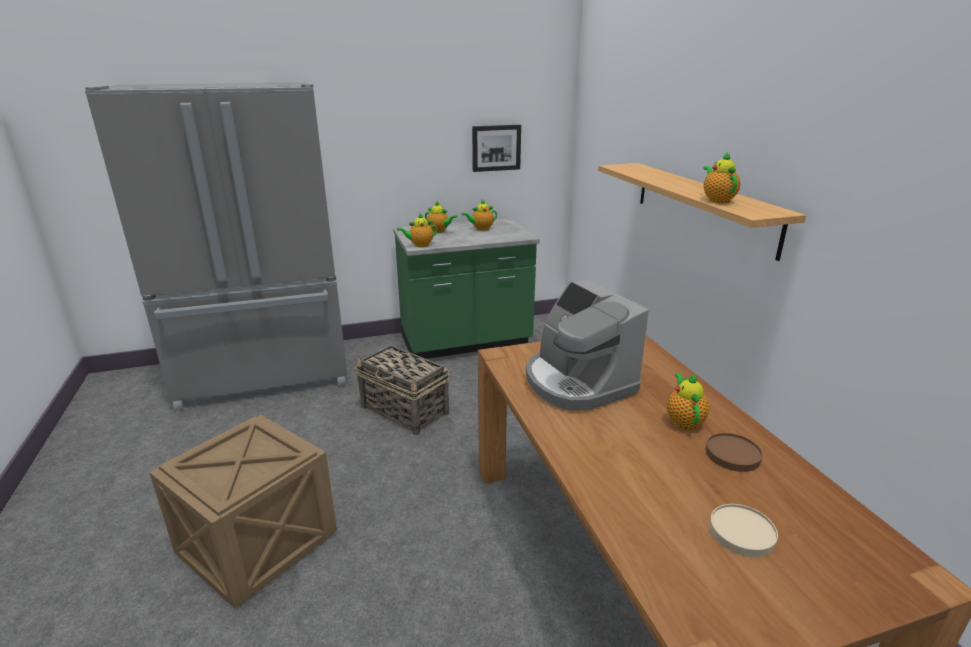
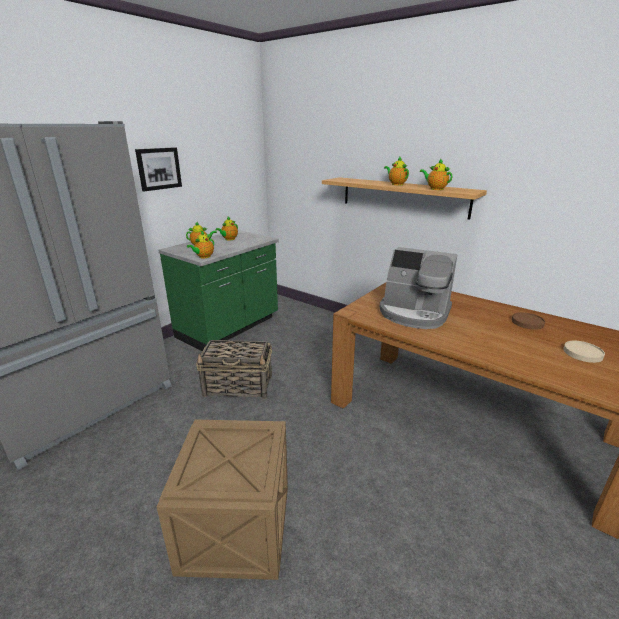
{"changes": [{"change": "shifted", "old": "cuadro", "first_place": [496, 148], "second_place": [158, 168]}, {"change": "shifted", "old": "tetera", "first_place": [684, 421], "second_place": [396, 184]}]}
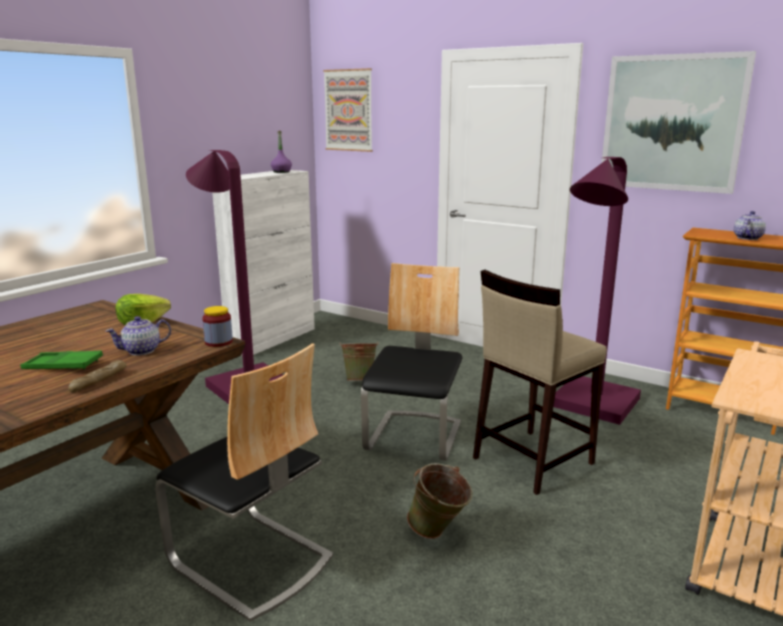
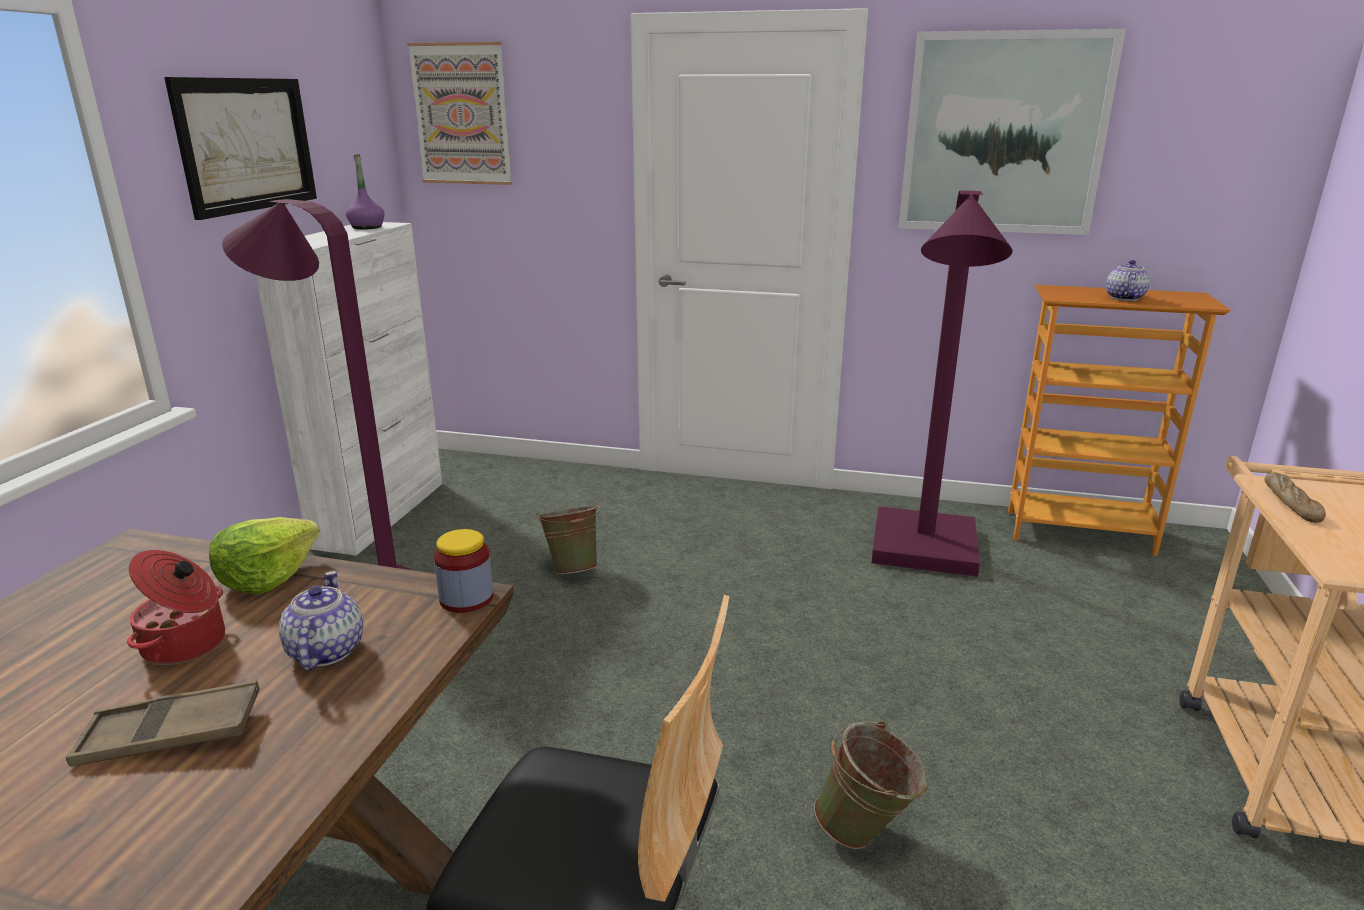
{"changes": [{"change": "repainted", "old": "bandeja [verde]", "new": "bandeja [marrón]", "first_place": [63, 366], "second_place": [171, 734]}, {"change": "new", "new": "olla", "second_place": [186, 645]}, {"change": "new", "new": "cuadro", "second_place": [246, 144]}, {"change": "rotated", "old": "tetera", "first_place": [142, 351], "second_place": [325, 652], "degrees": 135}, {"change": "shifted", "old": "pan", "first_place": [99, 381], "second_place": [1291, 504]}, {"change": "gone", "old": "silla", "first_place": [415, 437]}, {"change": "gone", "old": "taburete [beis]", "first_place": [531, 460]}]}
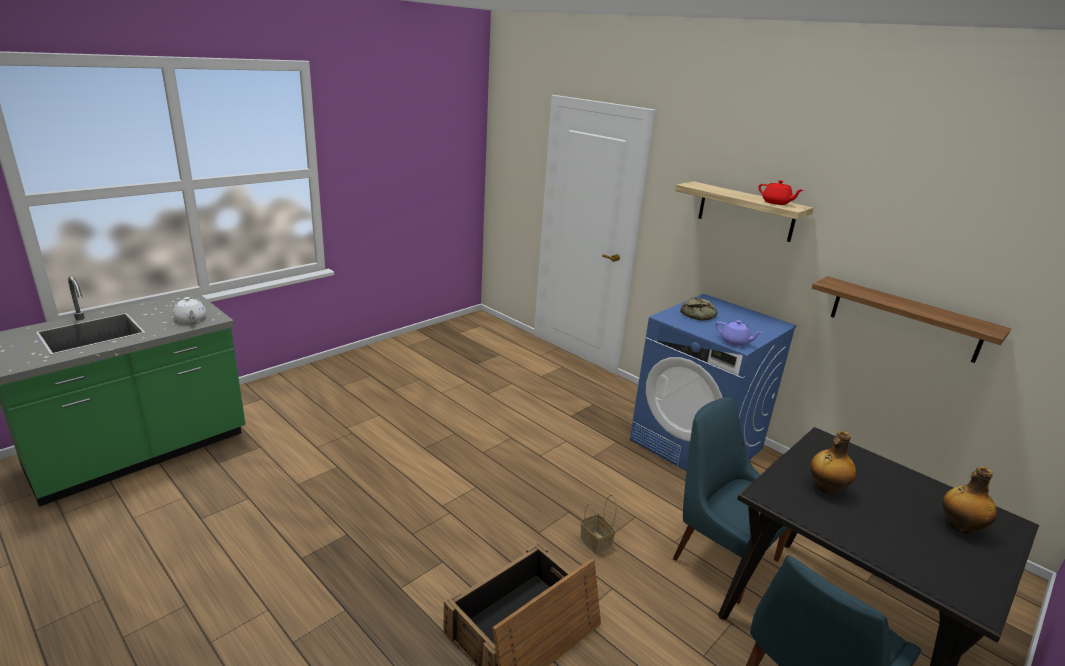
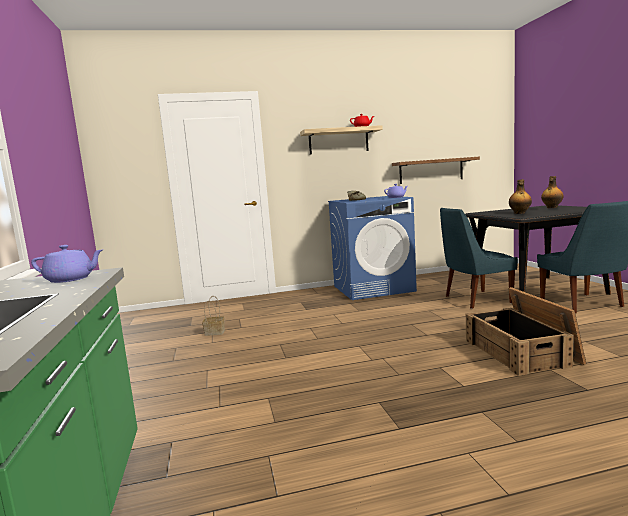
{"changes": [{"change": "repainted", "old": "tetera [blanco]", "new": "tetera [morado]", "first_place": [190, 319], "second_place": [71, 279]}, {"change": "shifted", "old": "cesta", "first_place": [596, 542], "second_place": [215, 332]}]}
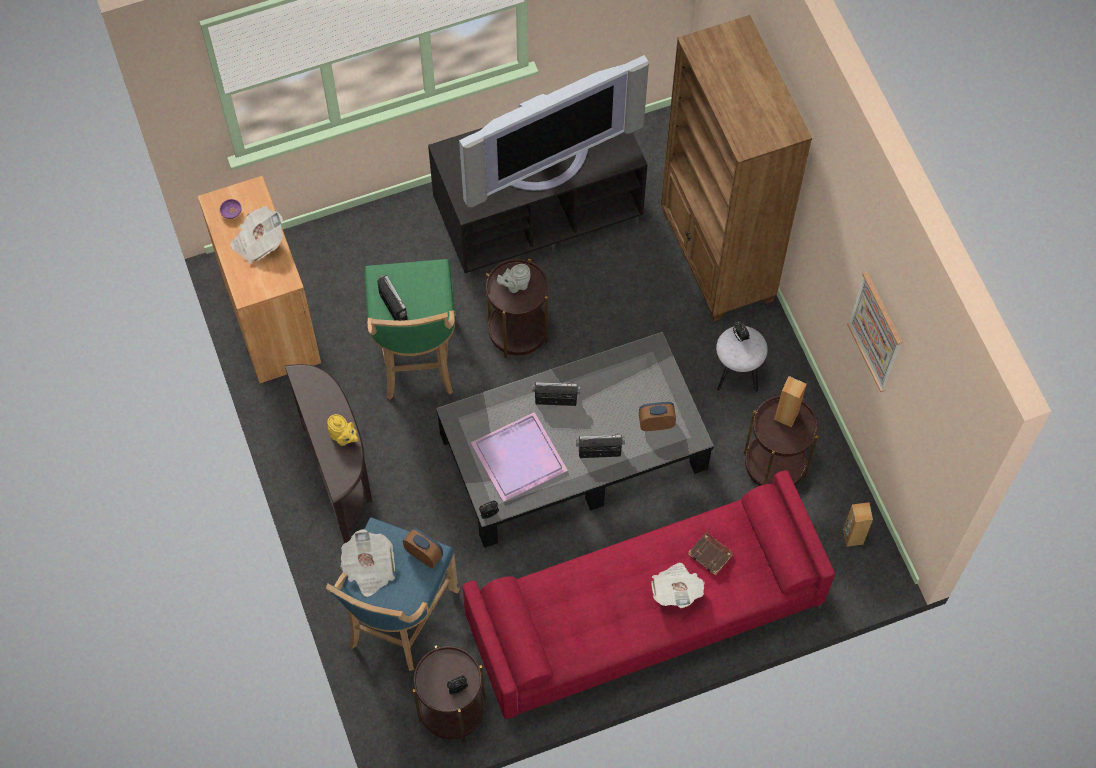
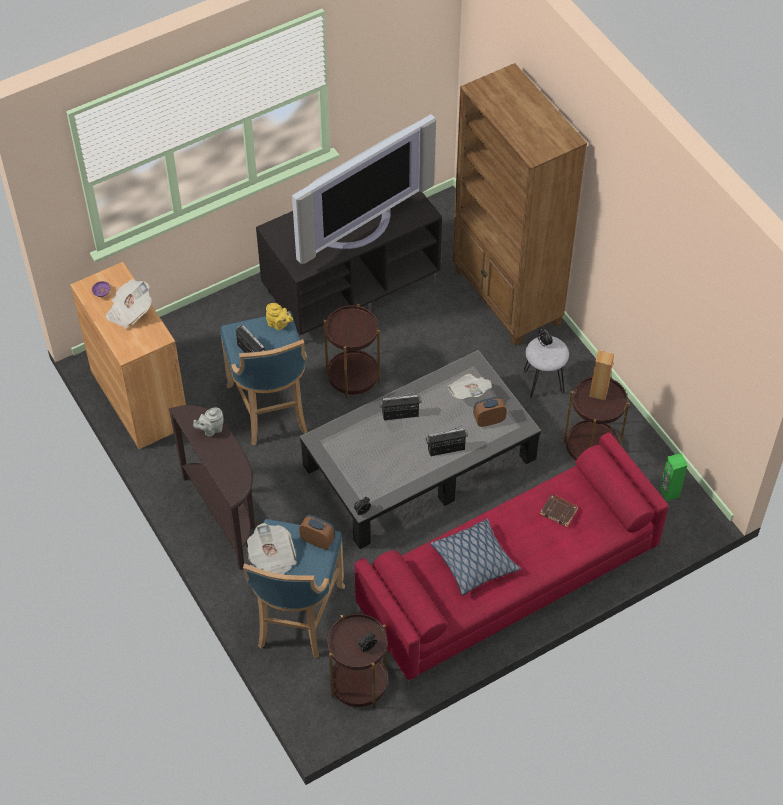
{"changes": [{"change": "shifted", "old": "tetera [gris]", "first_place": [515, 285], "second_place": [211, 429]}, {"change": "repainted", "old": "taburete [verde]", "new": "taburete [azul]", "first_place": [416, 359], "second_place": [271, 410]}, {"change": "shifted", "old": "tetera [amarillo]", "first_place": [343, 437], "second_place": [279, 324]}, {"change": "new", "new": "cojín", "second_place": [475, 561]}, {"change": "shifted", "old": "periódico", "first_place": [676, 590], "second_place": [469, 393]}, {"change": "repainted", "old": "altavoz [marrón]", "new": "altavoz [verde]", "first_place": [852, 537], "second_place": [669, 492]}, {"change": "gone", "old": "bandeja [morado]", "first_place": [521, 458]}, {"change": "gone", "old": "cuadro", "first_place": [876, 332]}]}
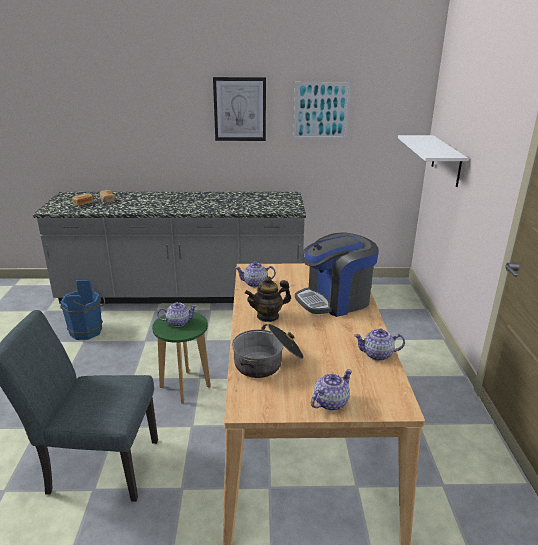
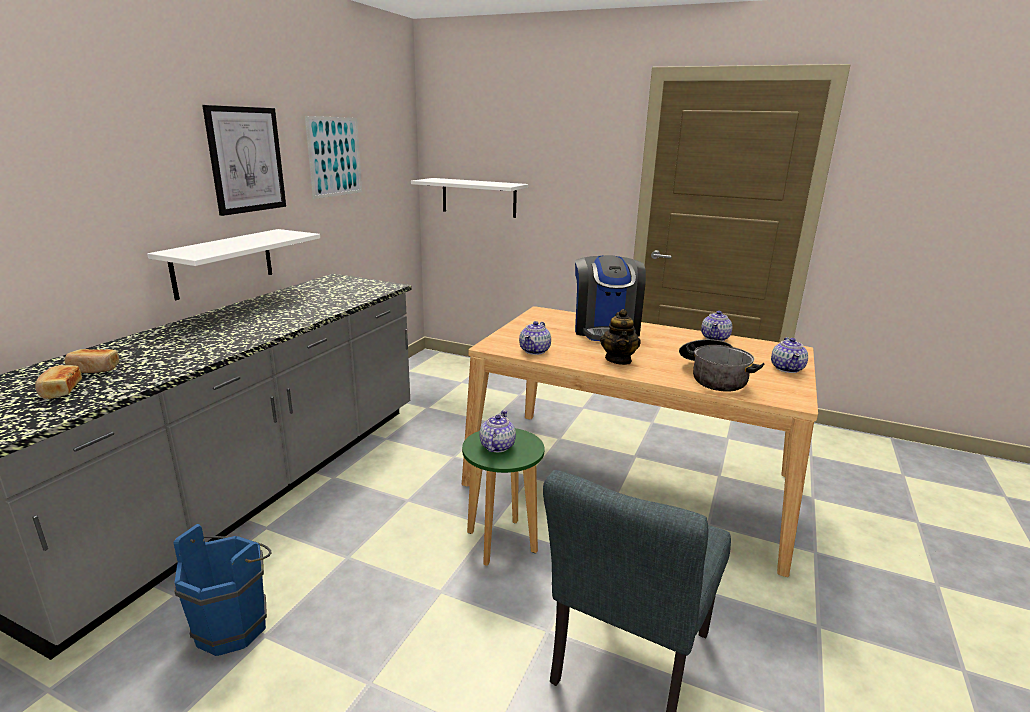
{"changes": [{"change": "new", "new": "estante [blanco]", "second_place": [223, 263]}, {"change": "rotated", "old": "tetera", "first_place": [330, 402], "second_place": [787, 368], "degrees": -150}]}
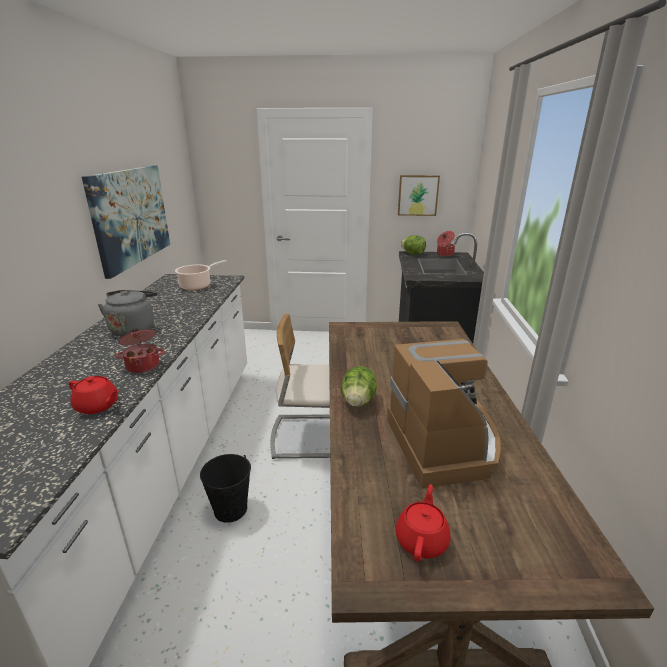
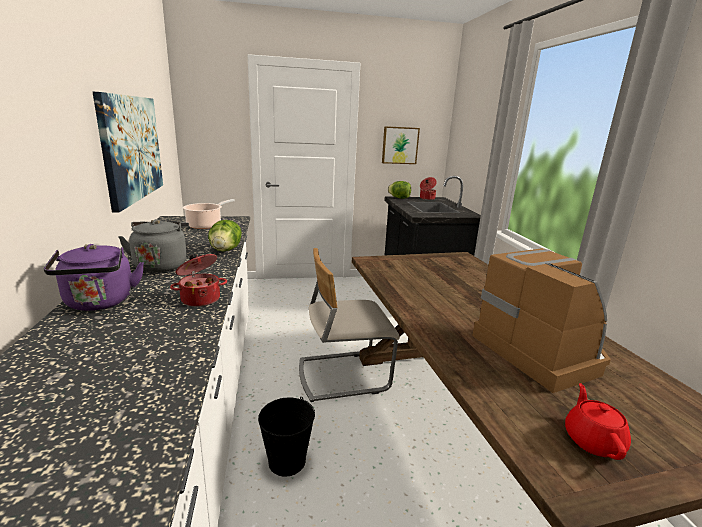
{"changes": [{"change": "new", "new": "hervidor [morado]", "second_place": [100, 303]}, {"change": "shifted", "old": "lechuga", "first_place": [358, 401], "second_place": [225, 250]}, {"change": "gone", "old": "tetera [rojo]", "first_place": [97, 406]}]}
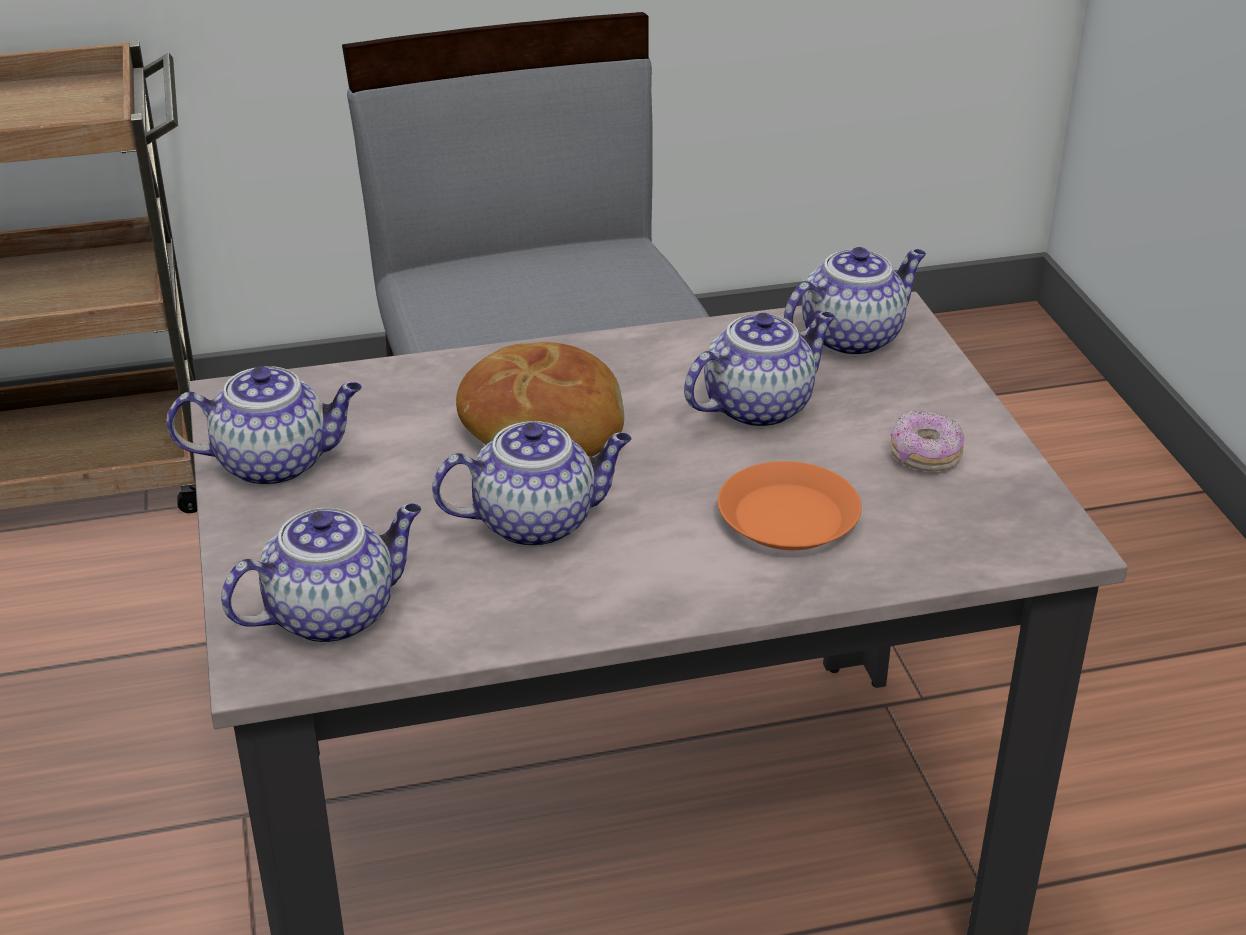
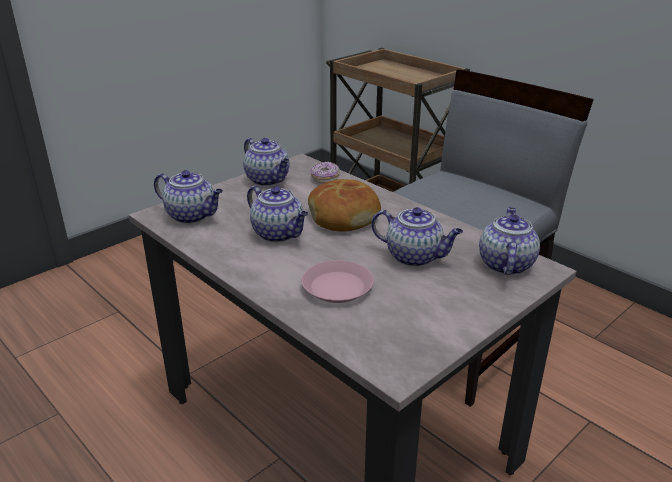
{"changes": [{"change": "repainted", "old": "plato [naranja]", "new": "plato [rosa]", "first_place": [787, 517], "second_place": [337, 287]}, {"change": "shifted", "old": "rosquilla", "first_place": [924, 456], "second_place": [325, 179]}, {"change": "rotated", "old": "tetera", "first_place": [852, 337], "second_place": [505, 264], "degrees": -105}]}
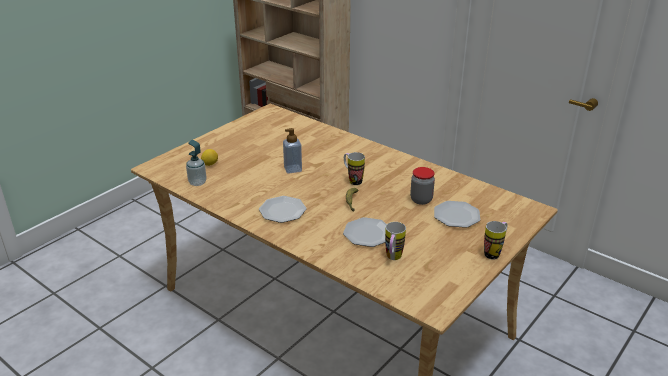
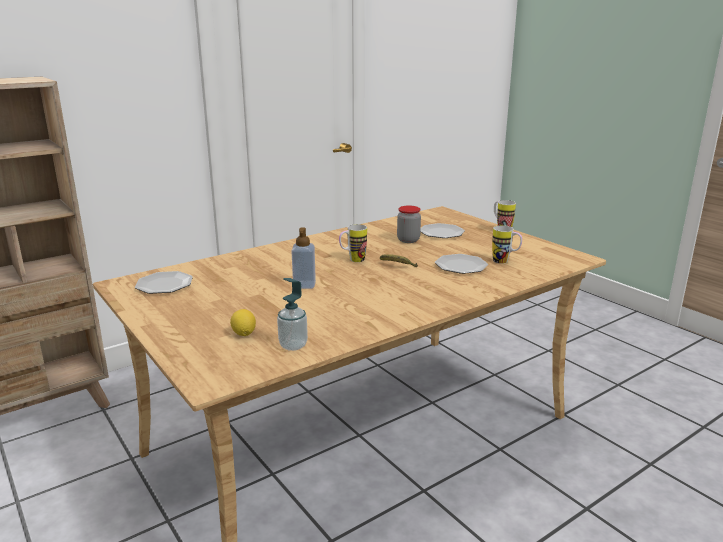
{"changes": [{"change": "shifted", "old": "plato", "first_place": [282, 210], "second_place": [164, 285]}]}
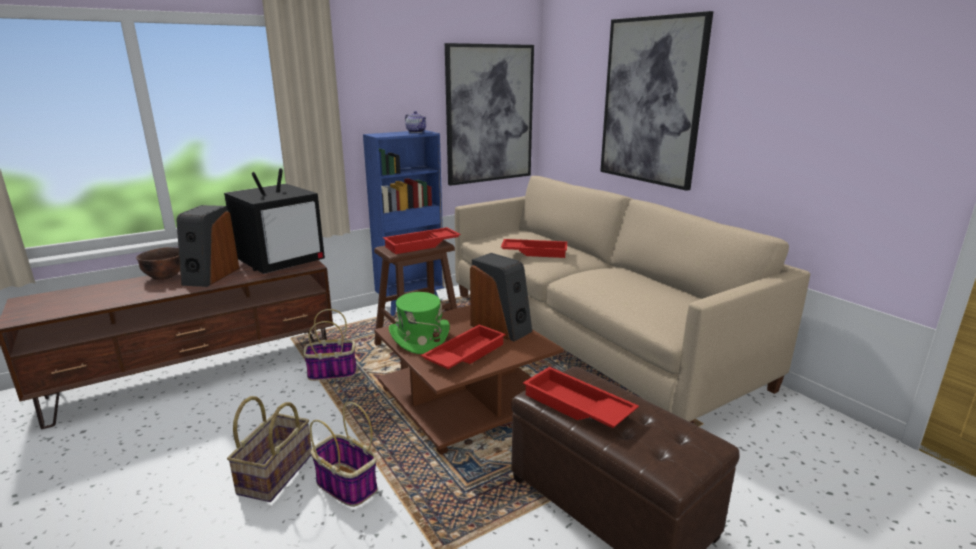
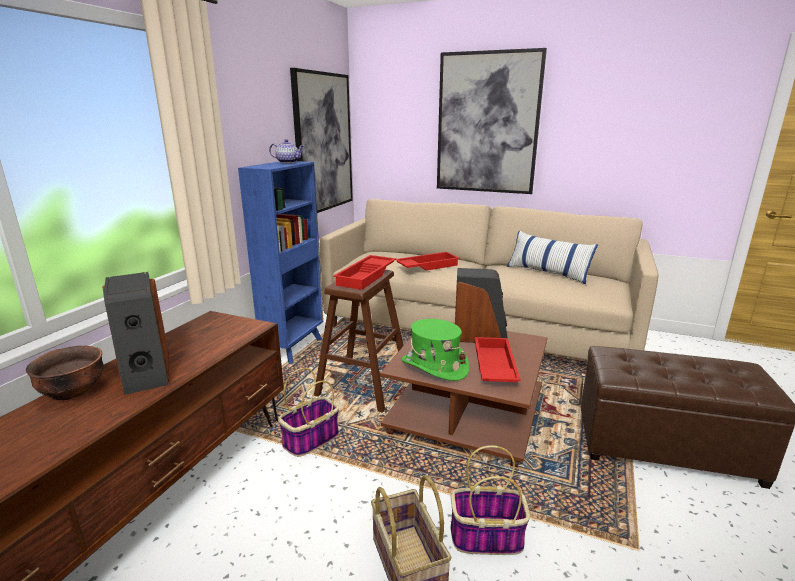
{"changes": [{"change": "new", "new": "cojín", "second_place": [547, 272]}, {"change": "gone", "old": "televisor", "first_place": [281, 263]}, {"change": "gone", "old": "bandeja [rojo]", "first_place": [576, 406]}]}
